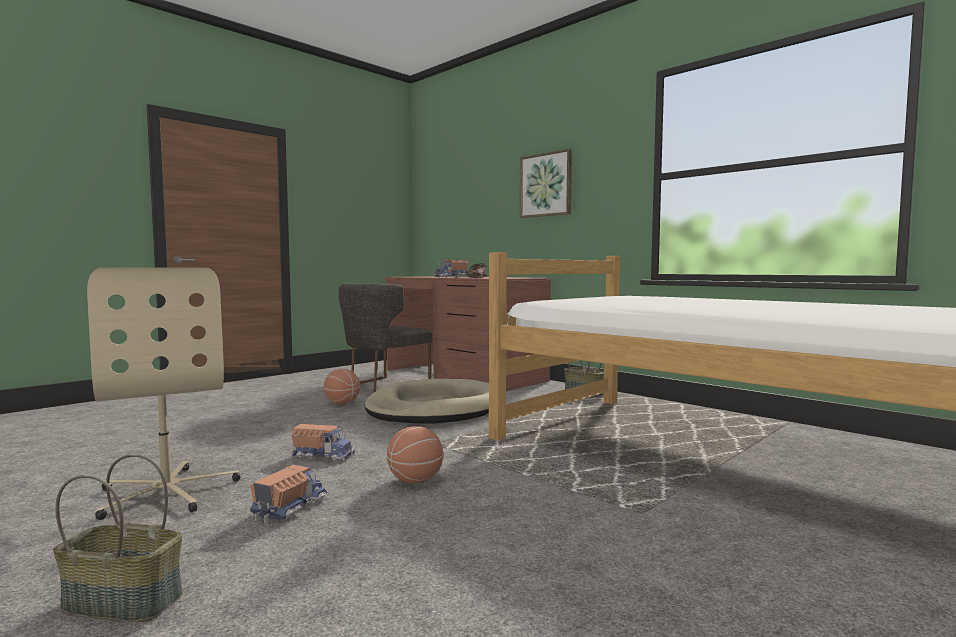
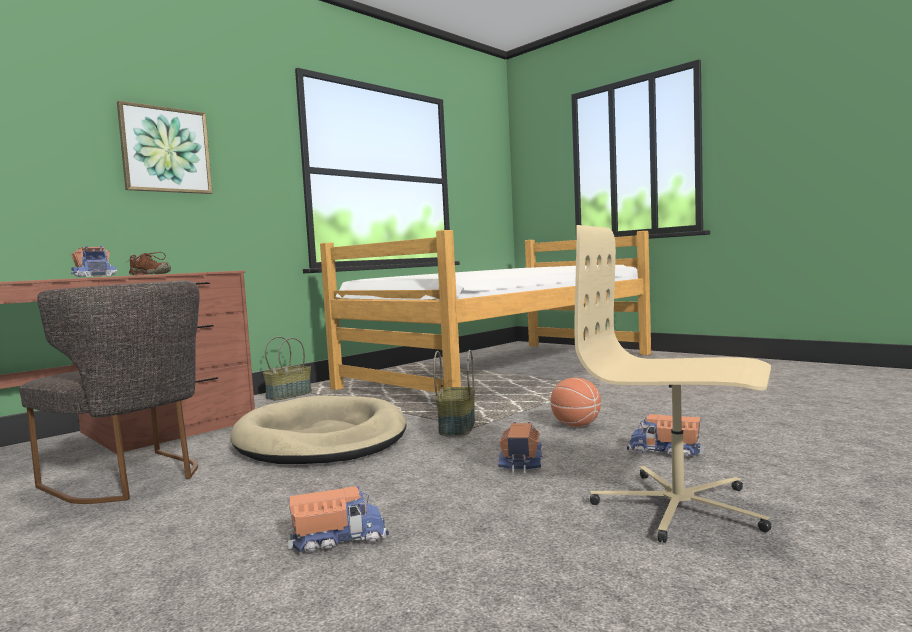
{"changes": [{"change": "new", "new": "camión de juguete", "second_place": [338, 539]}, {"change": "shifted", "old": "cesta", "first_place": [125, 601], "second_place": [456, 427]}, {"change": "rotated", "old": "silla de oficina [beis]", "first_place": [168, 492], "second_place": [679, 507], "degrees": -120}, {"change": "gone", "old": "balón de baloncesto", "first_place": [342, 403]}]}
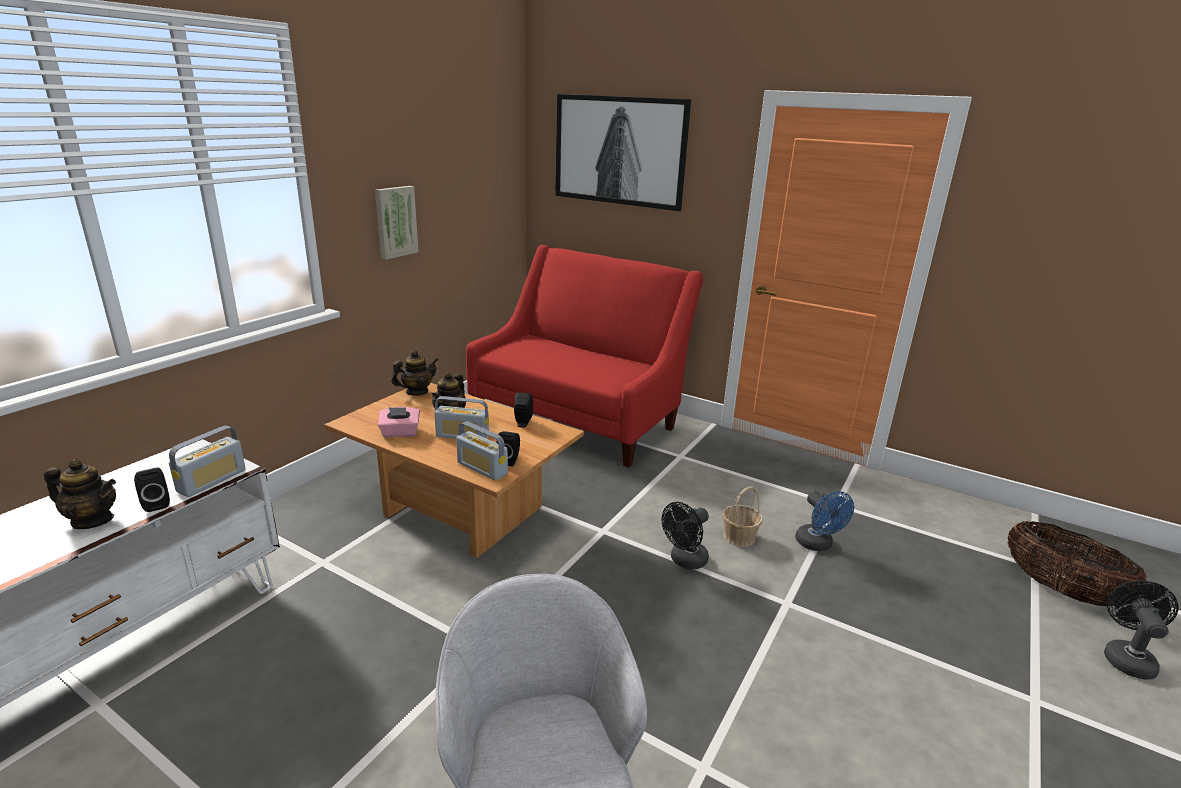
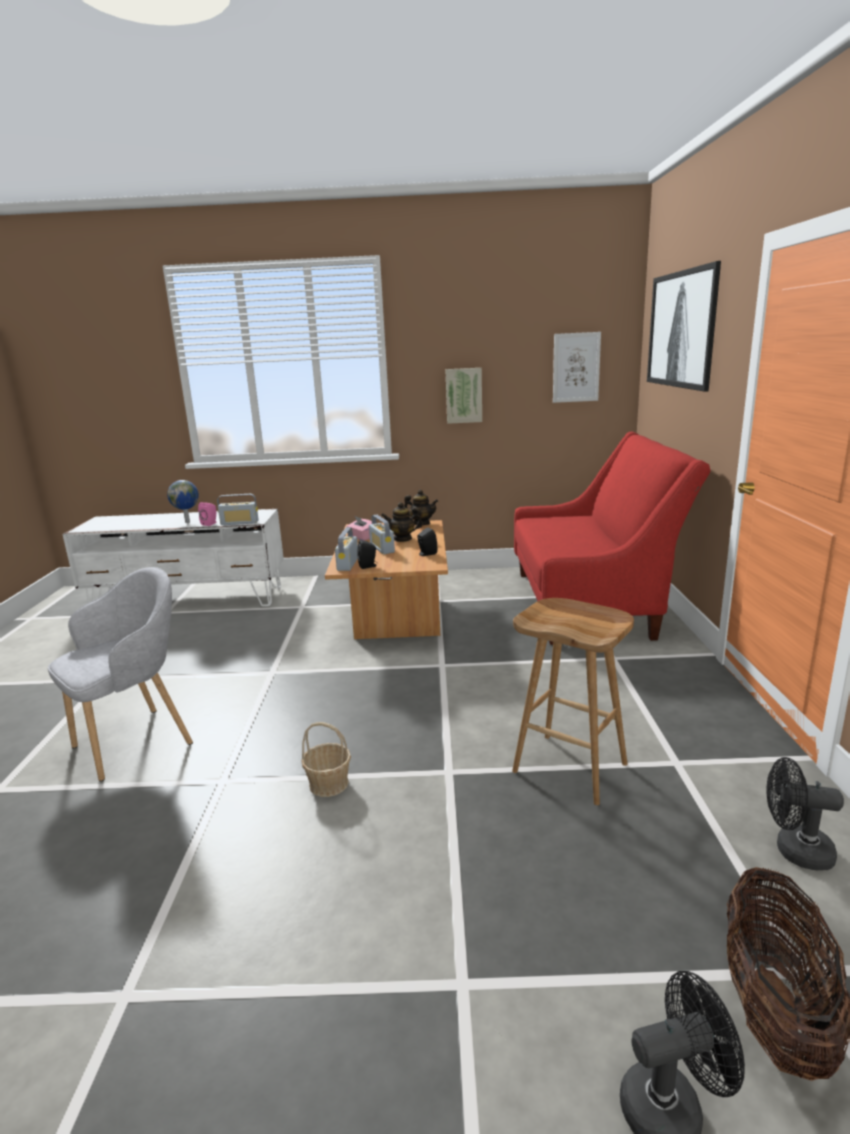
{"changes": [{"change": "swapped", "old": "tetera", "new": "globo terráqueo", "first_place": [93, 520], "second_place": [188, 522]}, {"change": "repainted", "old": "altavoz [negro]", "new": "altavoz [rosa]", "first_place": [156, 503], "second_place": [210, 524]}, {"change": "shifted", "old": "cesta", "first_place": [738, 537], "second_place": [328, 783]}, {"change": "swapped", "old": "ventilador [azul]", "new": "taburete [marrón]", "first_place": [817, 545], "second_place": [571, 767]}, {"change": "new", "new": "cuadro", "second_place": [576, 367]}, {"change": "shifted", "old": "ventilador [negro]", "first_place": [685, 561], "second_place": [794, 850]}]}
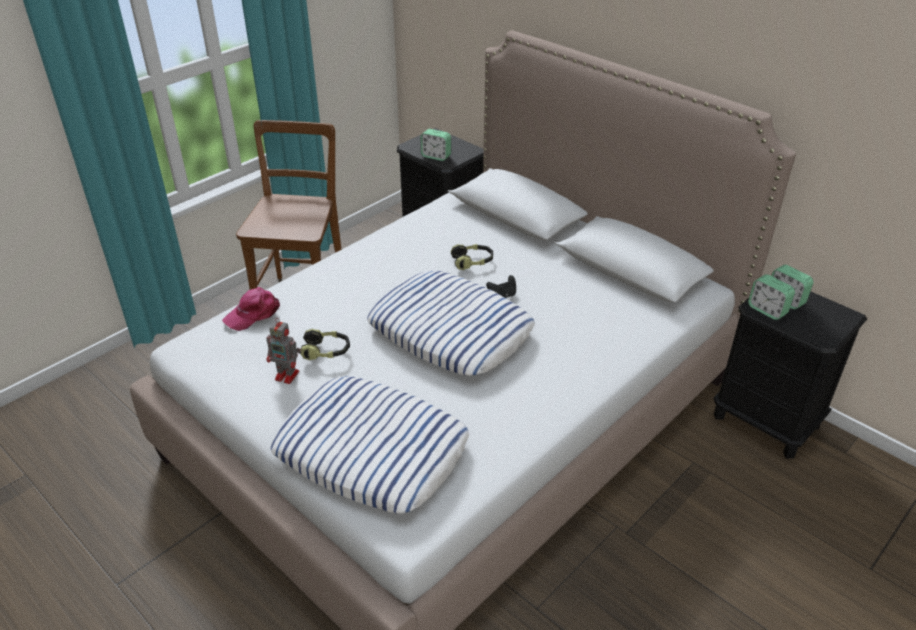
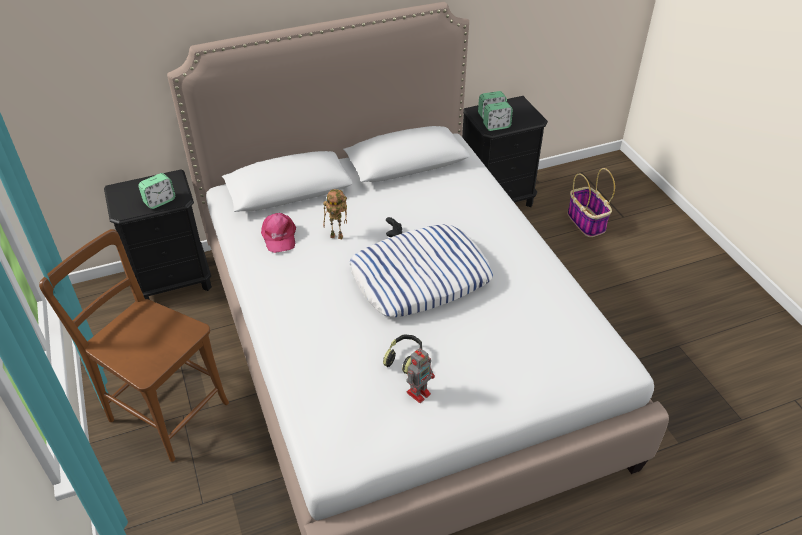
{"changes": [{"change": "shifted", "old": "gorra [rosa]", "first_place": [253, 314], "second_place": [279, 236]}, {"change": "swapped", "old": "auriculares", "new": "robot de juguete", "first_place": [472, 262], "second_place": [338, 236]}, {"change": "new", "new": "cesta", "second_place": [587, 222]}, {"change": "gone", "old": "cojín", "first_place": [372, 451]}]}
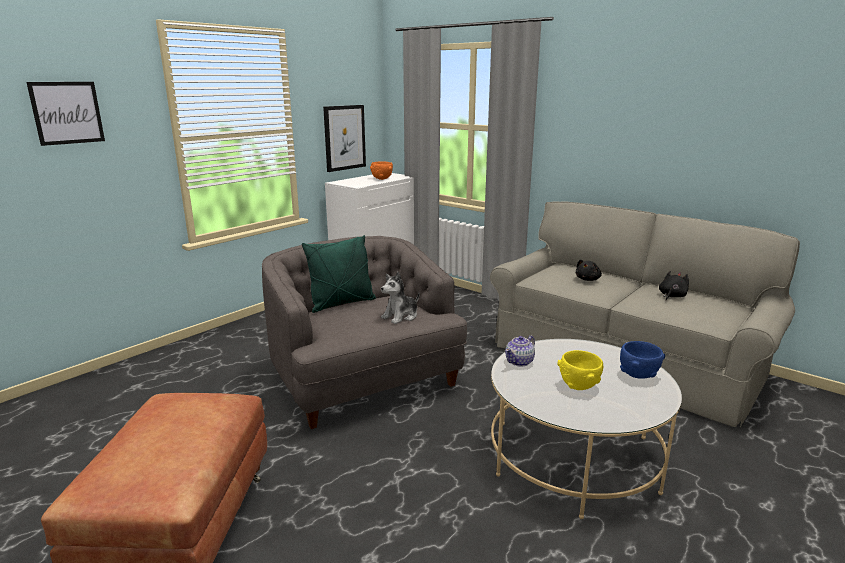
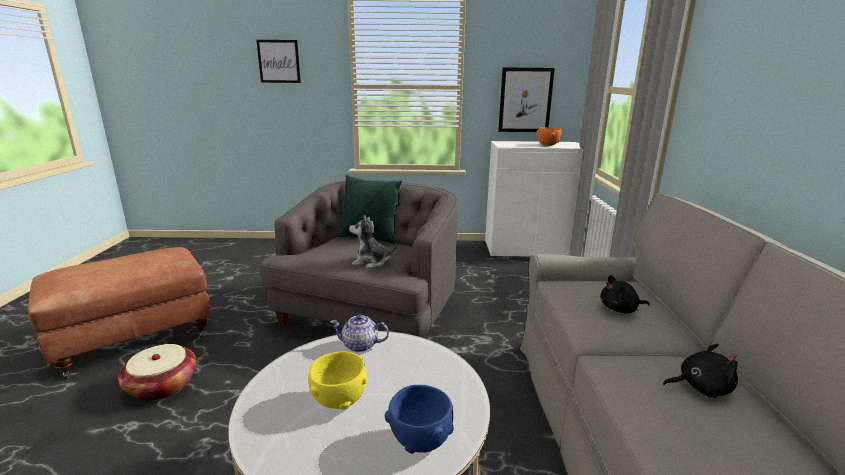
{"changes": [{"change": "new", "new": "cesta", "second_place": [162, 386]}]}
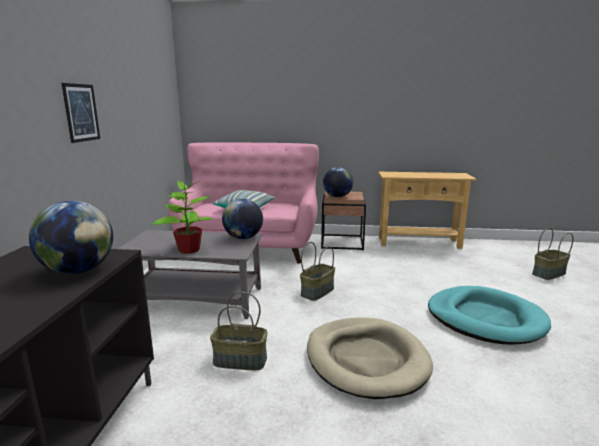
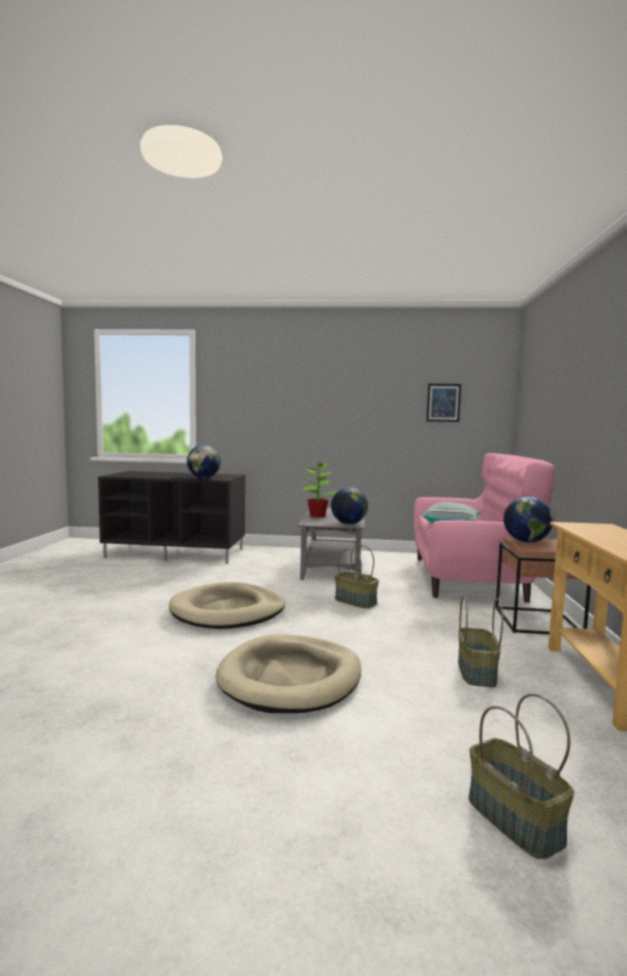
{"changes": [{"change": "repainted", "old": "cama para perro [turquesa]", "new": "cama para perro [beis]", "first_place": [485, 319], "second_place": [291, 678]}, {"change": "shifted", "old": "cuadro", "first_place": [81, 112], "second_place": [443, 402]}, {"change": "shifted", "old": "cesta", "first_place": [239, 361], "second_place": [475, 672]}]}
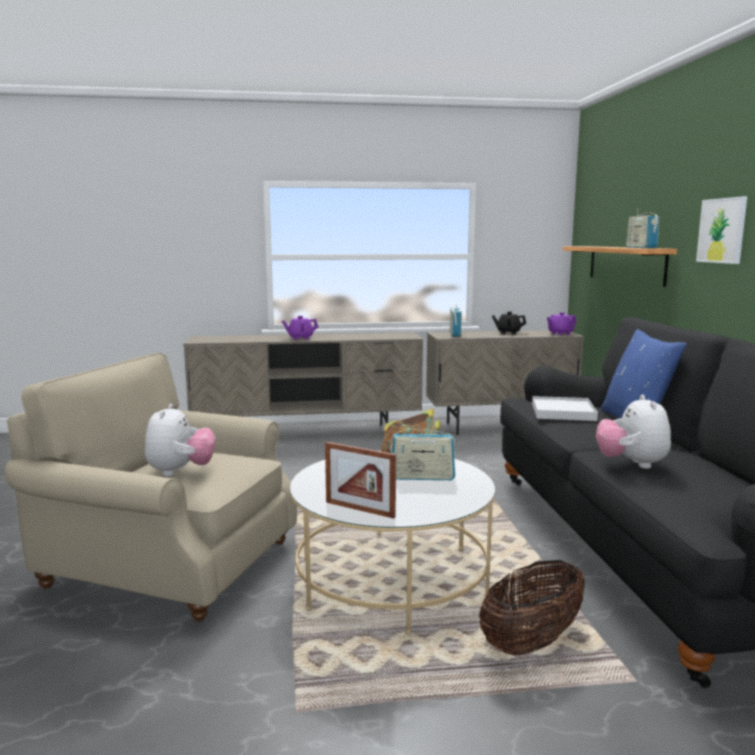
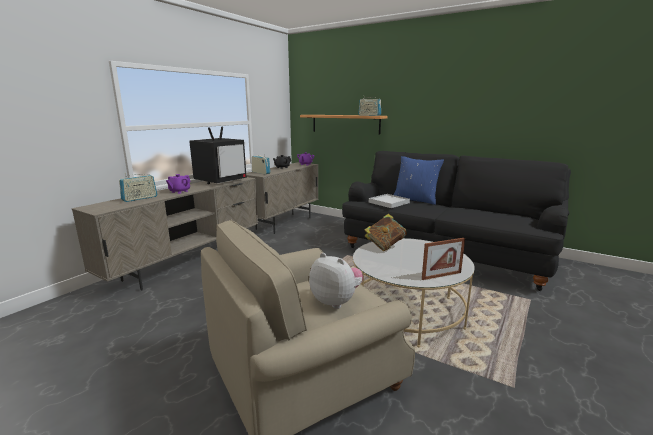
{"changes": [{"change": "shifted", "old": "radio", "first_place": [422, 477], "second_place": [140, 198]}, {"change": "new", "new": "televisor", "second_place": [221, 181]}, {"change": "gone", "old": "cesta", "first_place": [531, 642]}, {"change": "gone", "old": "peluche", "first_place": [631, 464]}, {"change": "gone", "old": "cuadro", "first_place": [722, 230]}]}
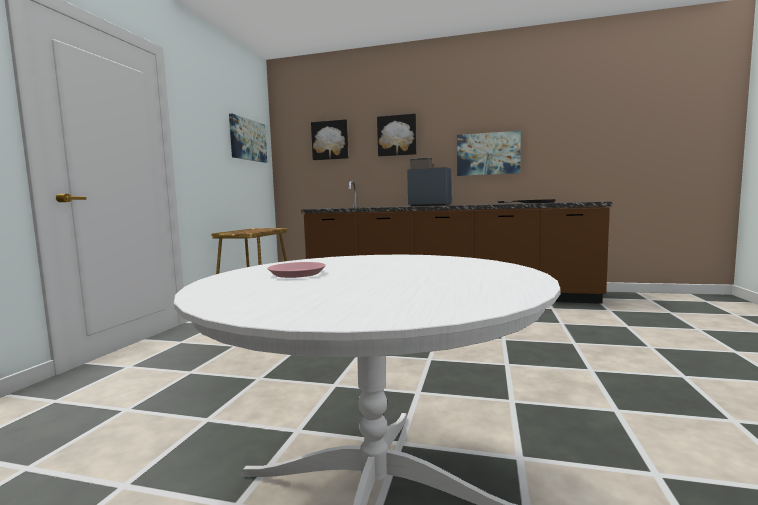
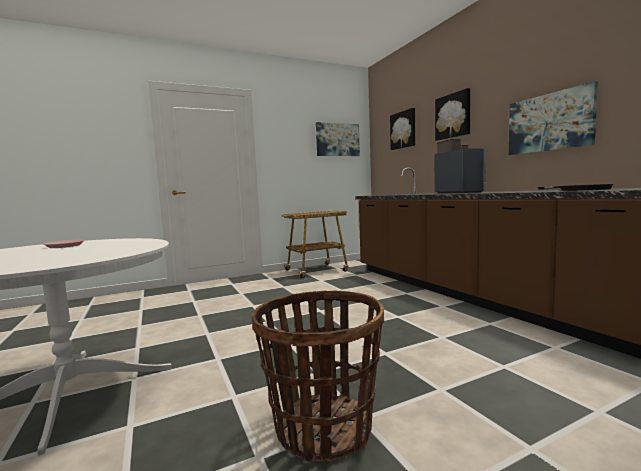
{"changes": [{"change": "new", "new": "cesta", "second_place": [322, 428]}]}
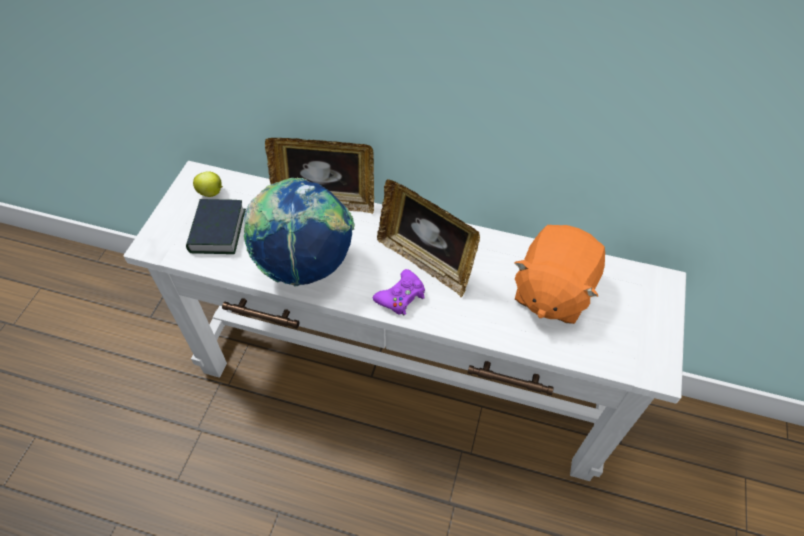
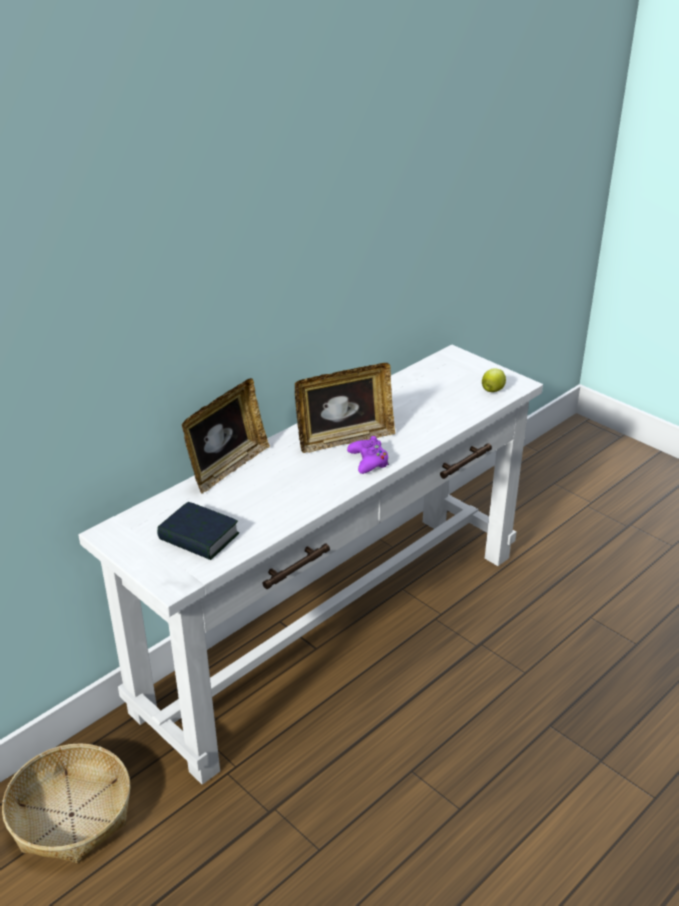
{"changes": [{"change": "new", "new": "cesta", "second_place": [72, 814]}, {"change": "shifted", "old": "manzana", "first_place": [211, 193], "second_place": [492, 390]}, {"change": "gone", "old": "globo terráqueo", "first_place": [305, 264]}, {"change": "gone", "old": "peluche [naranja]", "first_place": [552, 291]}]}
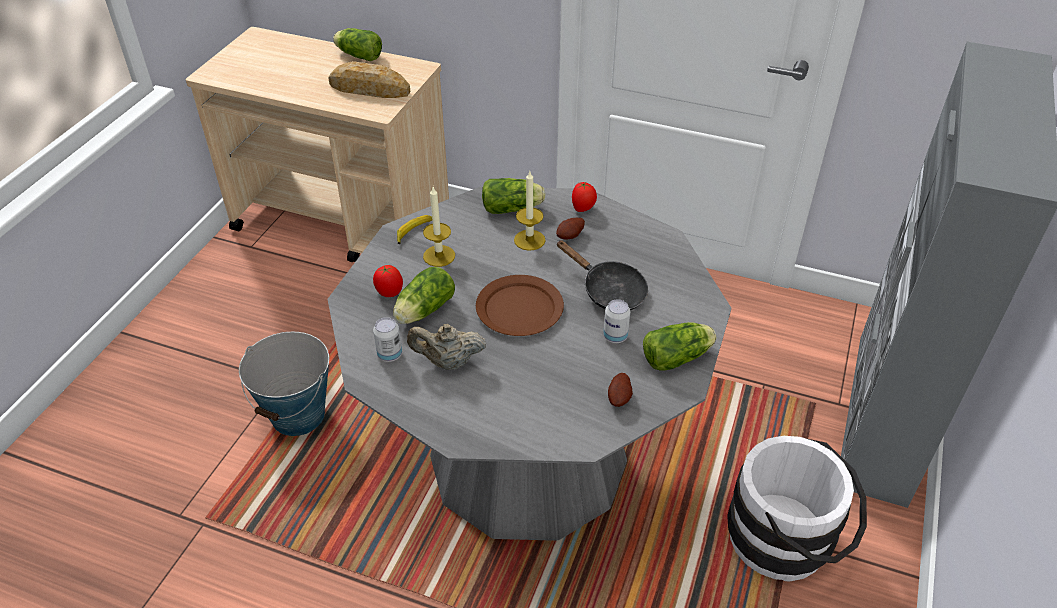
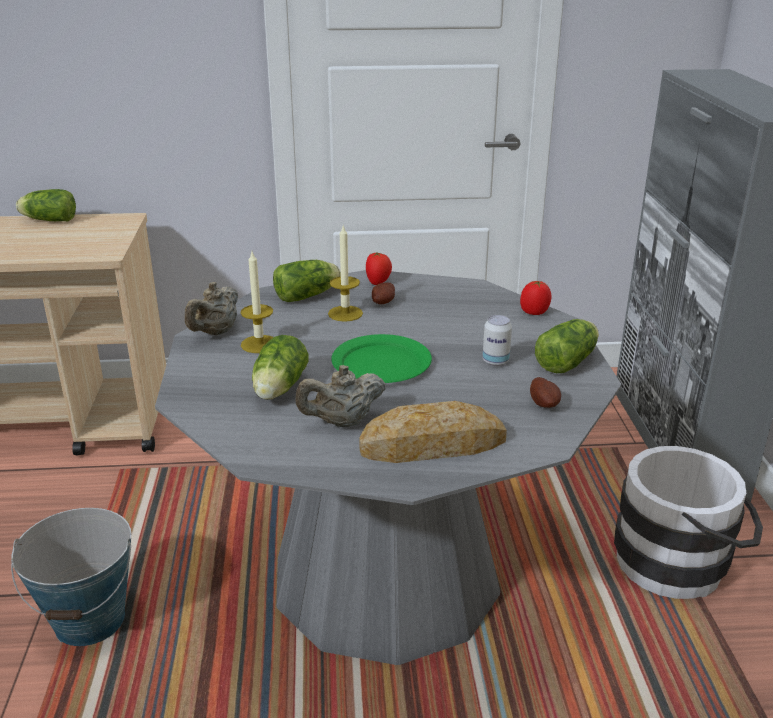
{"changes": [{"change": "swapped", "old": "plátano", "new": "tetera [beis]", "first_place": [414, 232], "second_place": [215, 332]}, {"change": "repainted", "old": "plato [marrón]", "new": "plato [verde]", "first_place": [520, 308], "second_place": [381, 363]}, {"change": "shifted", "old": "pan", "first_place": [369, 88], "second_place": [433, 445]}, {"change": "shifted", "old": "tomate", "first_place": [389, 292], "second_place": [534, 312]}, {"change": "gone", "old": "lata", "first_place": [390, 355]}, {"change": "gone", "old": "sartén [negro]", "first_place": [608, 291]}]}
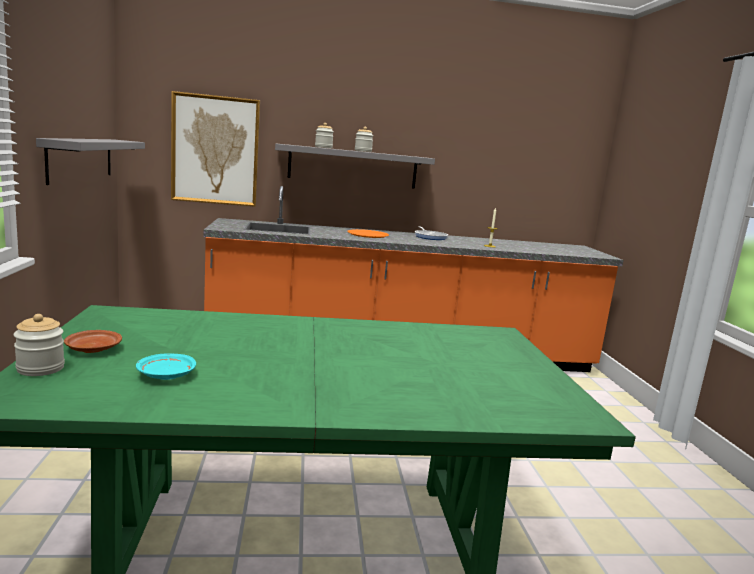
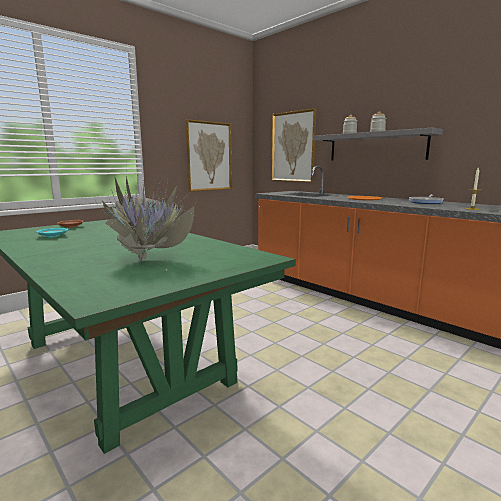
{"changes": [{"change": "new", "new": "planta en maceta", "second_place": [150, 259]}, {"change": "swapped", "old": "estante [gris]", "new": "cuadro", "first_place": [81, 159], "second_place": [209, 156]}, {"change": "gone", "old": "tarro", "first_place": [40, 368]}]}
